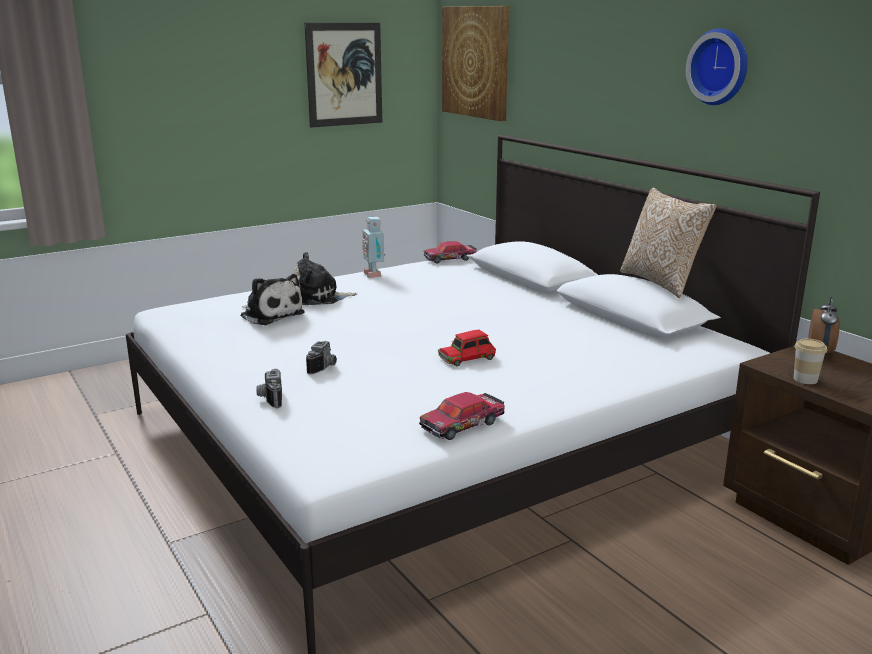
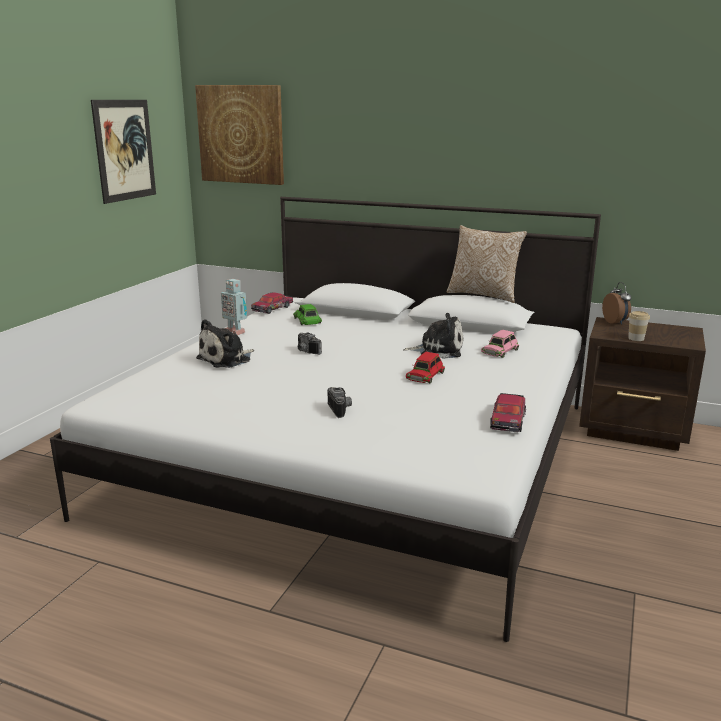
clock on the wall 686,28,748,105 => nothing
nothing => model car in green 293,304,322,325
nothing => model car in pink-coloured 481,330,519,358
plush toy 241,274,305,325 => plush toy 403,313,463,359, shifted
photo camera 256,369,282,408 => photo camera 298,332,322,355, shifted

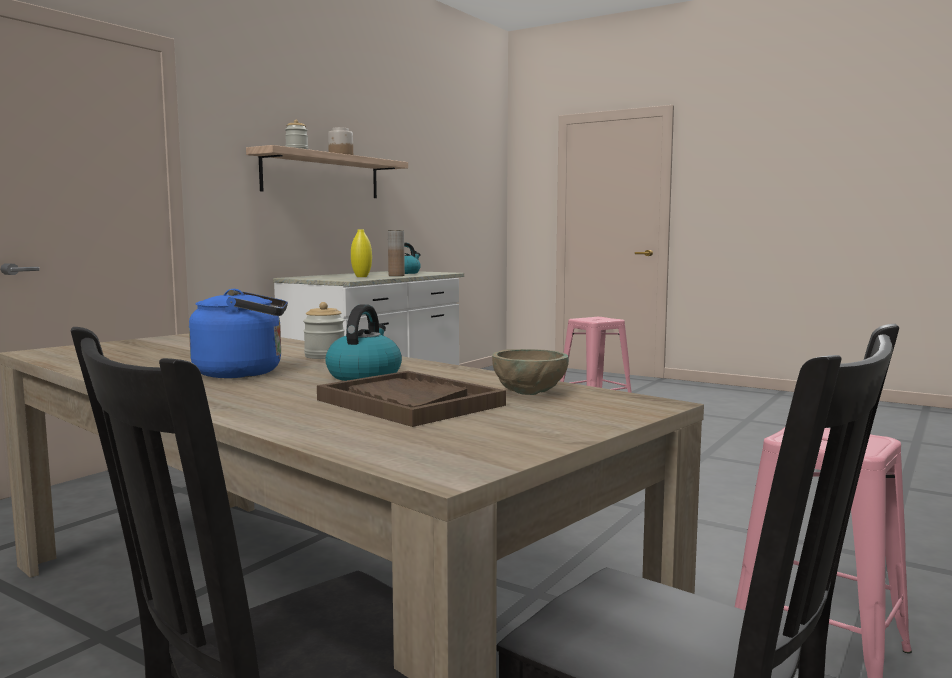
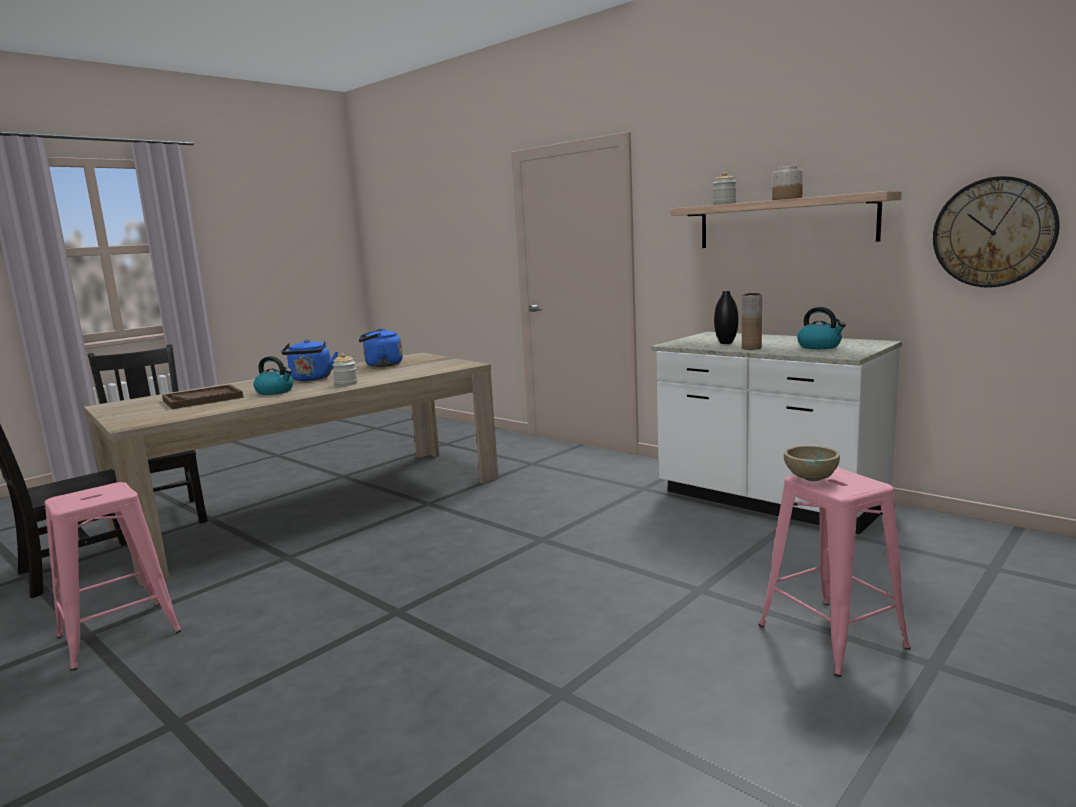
nothing => kettle in blue 359,328,403,367
nothing => clock on the wall 933,176,1060,288
serving bowl in beige 492,349,569,395 => serving bowl in beige 784,446,840,481, shifted
flower vase in yellow-coloured 351,229,372,277 => flower vase in black-coloured 714,291,738,344

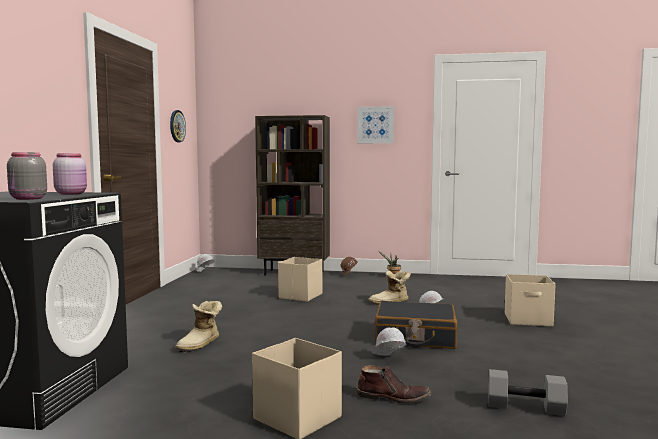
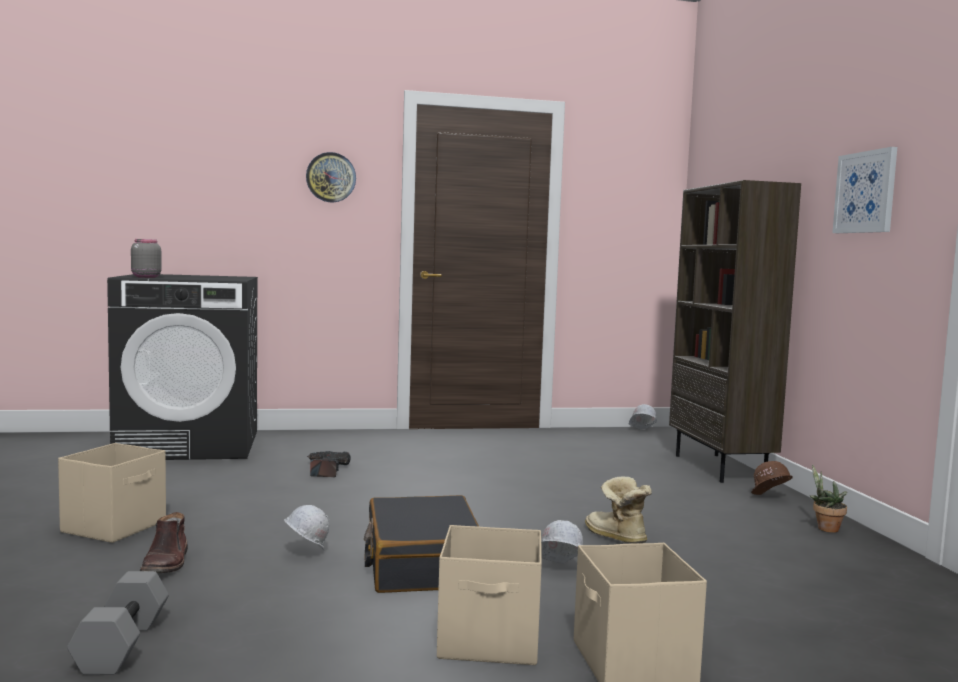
jar in pink-coloured 53,153,87,195 => nothing
clock on the wall 170,110,186,142 => clock on the wall 306,152,356,203, shifted
storage bin in beige 278,257,323,302 => storage bin in beige 437,525,542,665, shifted
high-top boot 175,301,222,353 => power drill 307,451,351,477

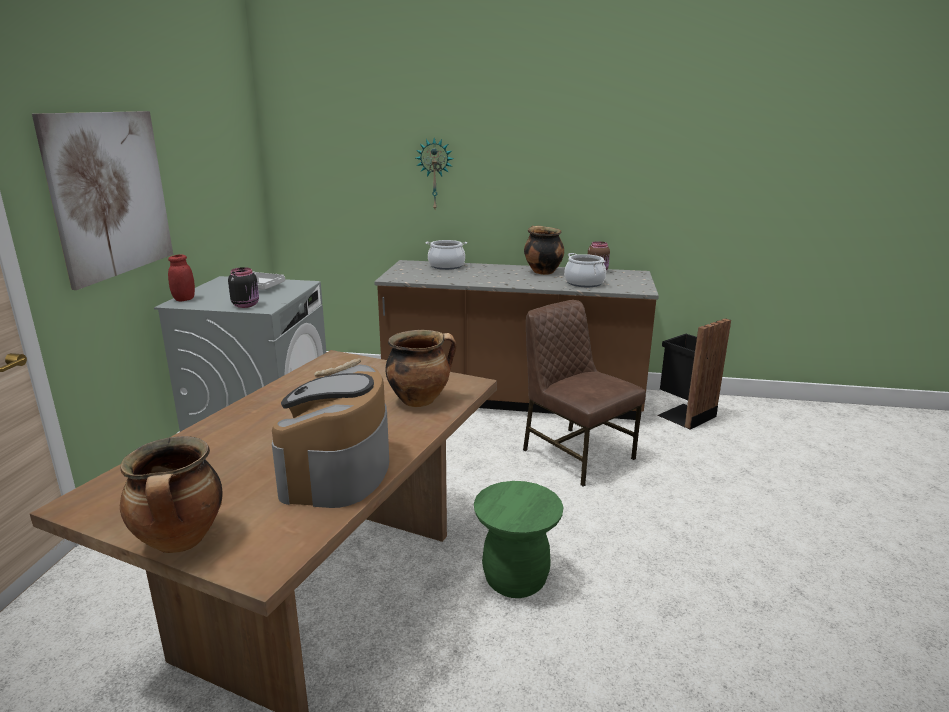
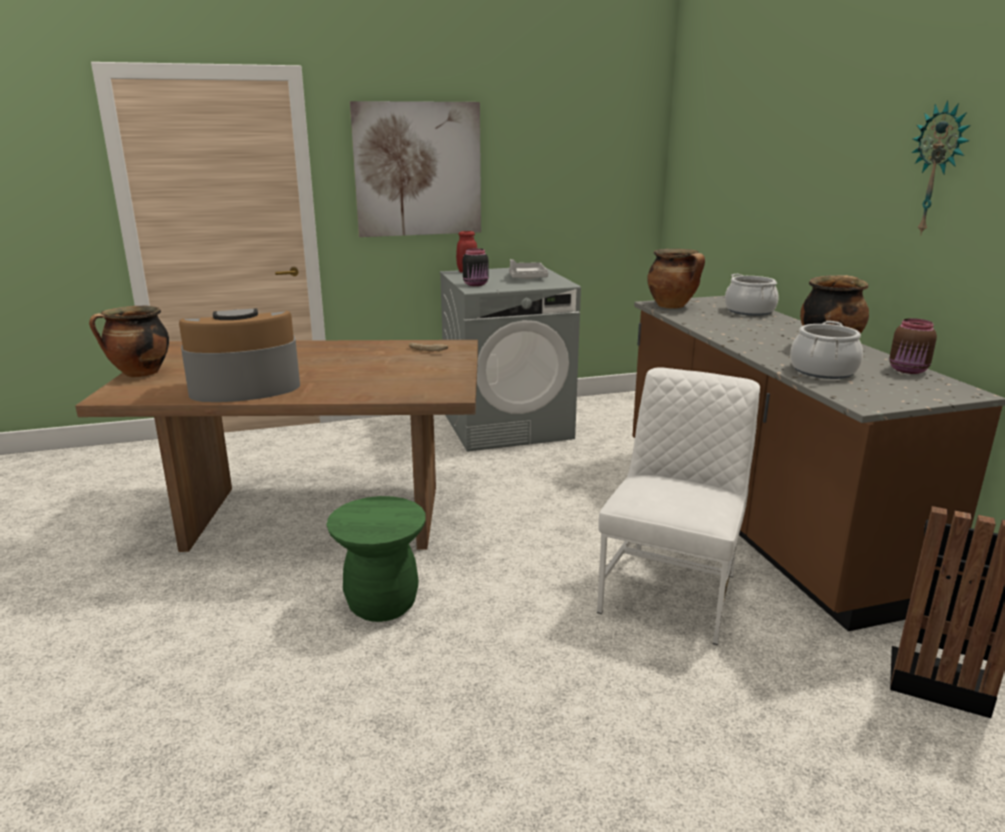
saucepot 385,330,456,407 => saucepot 647,249,705,309, shifted
clock on the wall 416,138,454,209 => clock on the wall 912,100,970,235, shifted
upright chair in brown-coloured 523,300,646,487 => upright chair in white-coloured 597,367,760,645

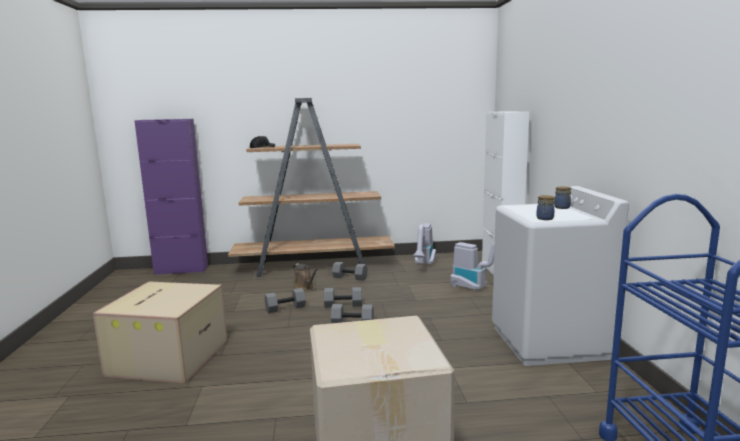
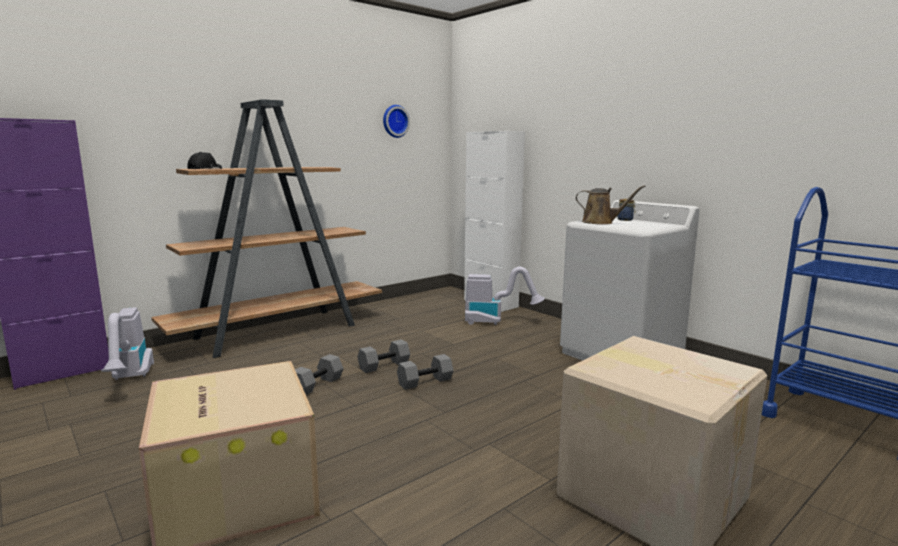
dumbbell in grey 332,262,367,281 => nothing
jar 536,195,555,220 => nothing
nothing => clock on the wall 383,105,410,138
watering can in brown-coloured 293,263,318,291 => watering can in brown-coloured 576,185,645,225, shifted
vacuum cleaner 413,223,436,265 => vacuum cleaner 101,307,154,380, shifted

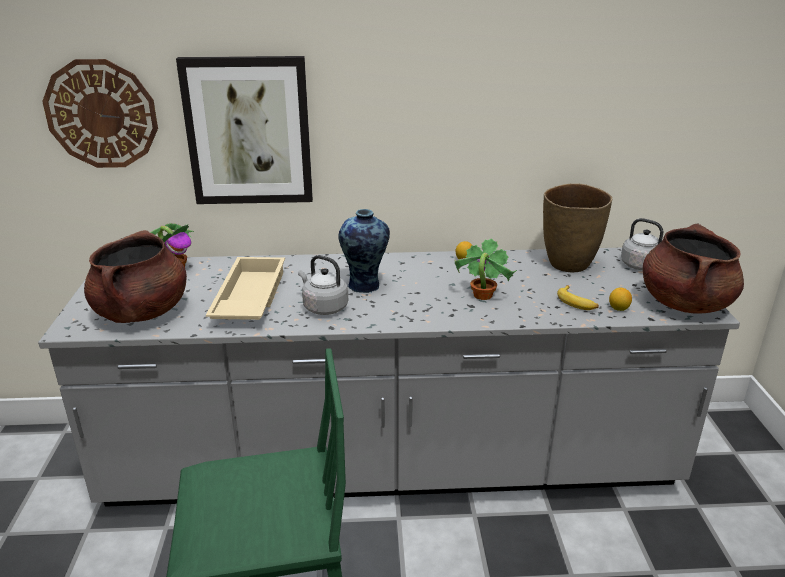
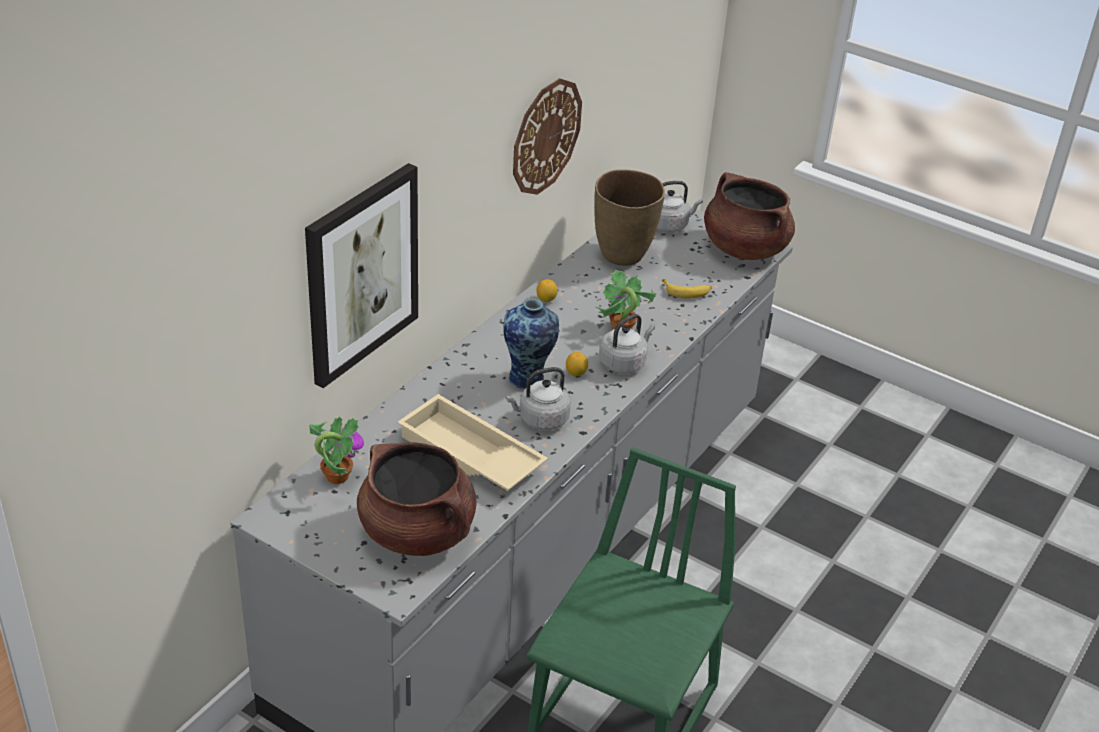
nothing => kettle in grey 599,314,655,374
clock on the wall 42,59,158,168 => clock on the wall 513,78,582,195, shifted
lemon 609,288,632,311 => lemon 566,352,588,377, shifted

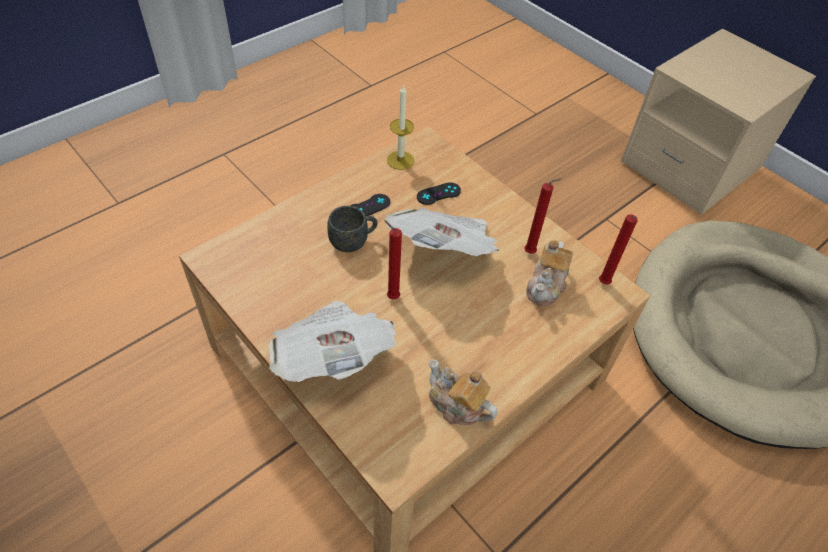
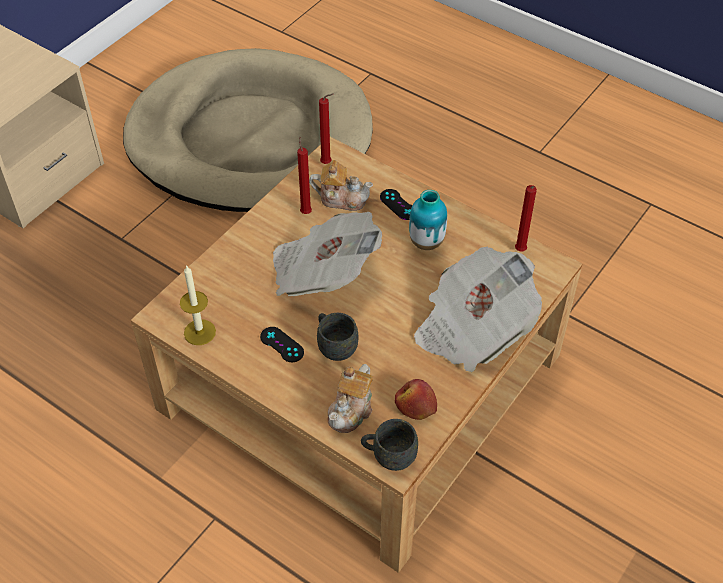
nothing => tea mug in grey 361,419,418,471
nothing => apple fruit 395,379,437,420
nothing => flower vase 409,190,447,250
candle in reddish 384,220,402,300 => candle in reddish 515,185,537,251, shifted
game controller in black-coloured 417,182,461,205 => game controller in black-coloured 380,189,412,220, shifted
teapot 429,359,497,425 => teapot 327,364,373,433, shifted

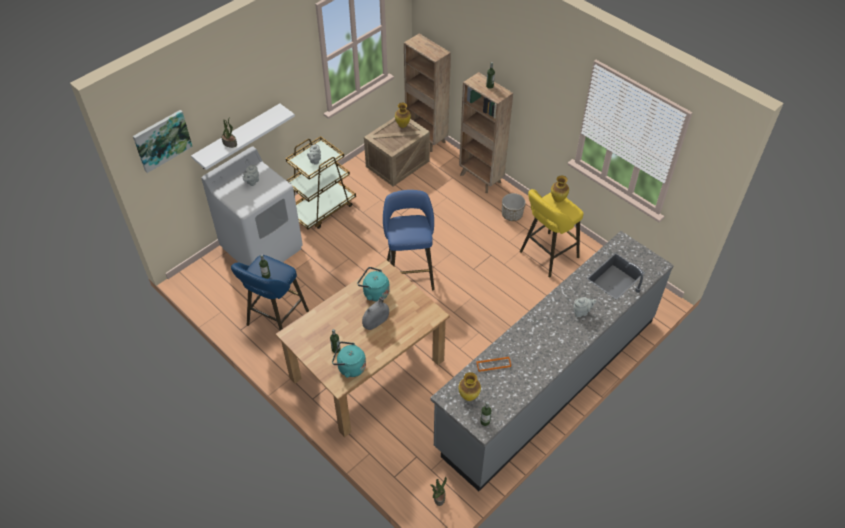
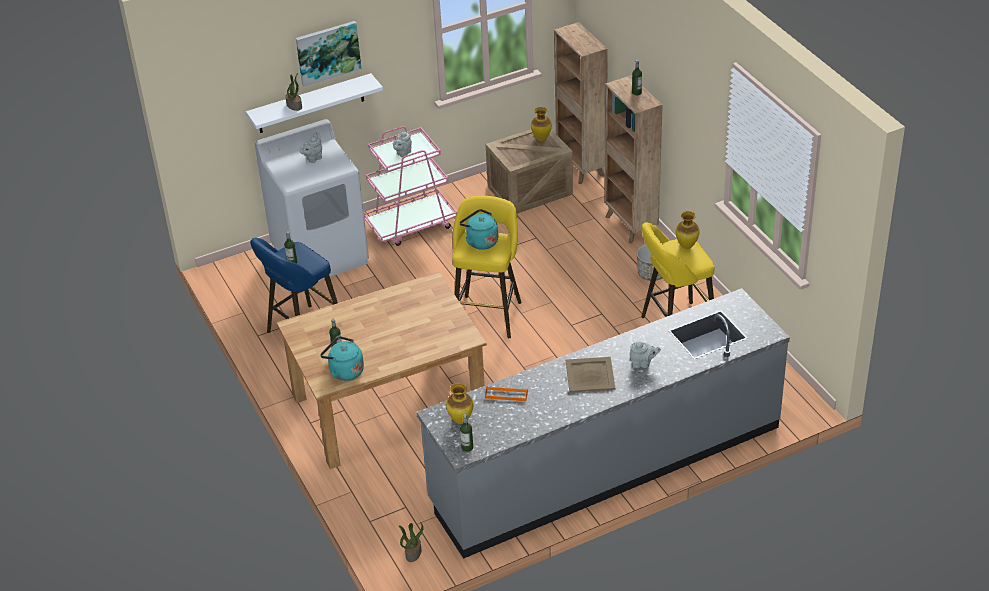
flower vase in grey 362,297,389,330 => nothing
nothing => carrying tray in beige 566,357,615,393
wall picture 133,110,193,173 => wall picture 296,21,361,86, shifted
kettle in turquoise-coloured 357,267,390,301 => kettle in turquoise-coloured 460,209,498,250, shifted
cart in brown-coloured 286,136,356,229 => cart in pink-coloured 364,126,457,246
stool in blue 383,190,435,290 => stool in yellow-coloured 452,196,522,338

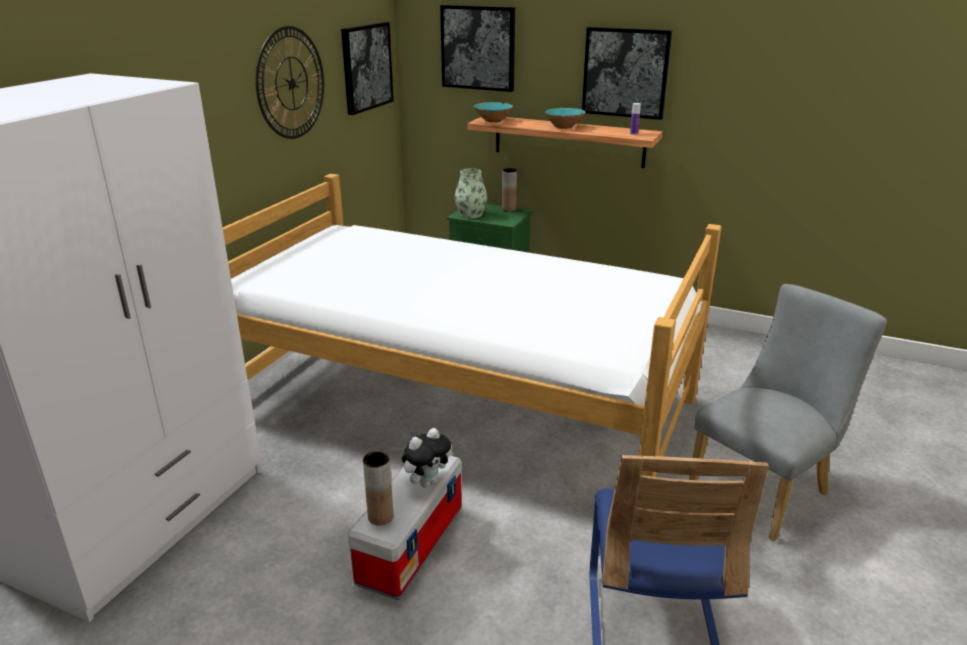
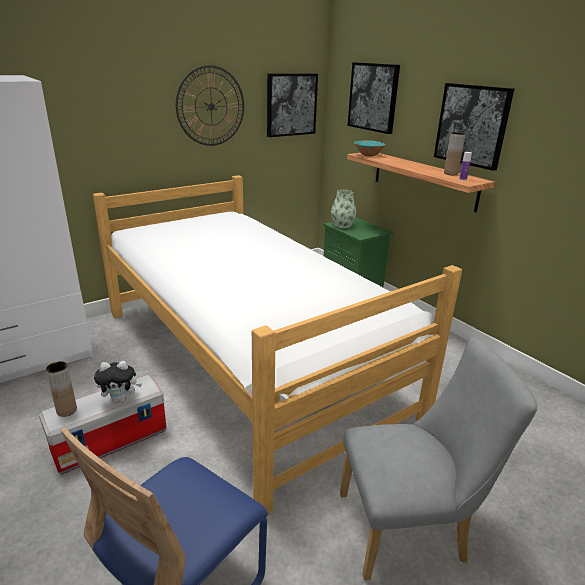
serving bowl in turquoise-coloured 545,108,586,129 => nothing
flower vase in brown-coloured 502,168,517,212 => flower vase in brown-coloured 444,132,466,175, shifted

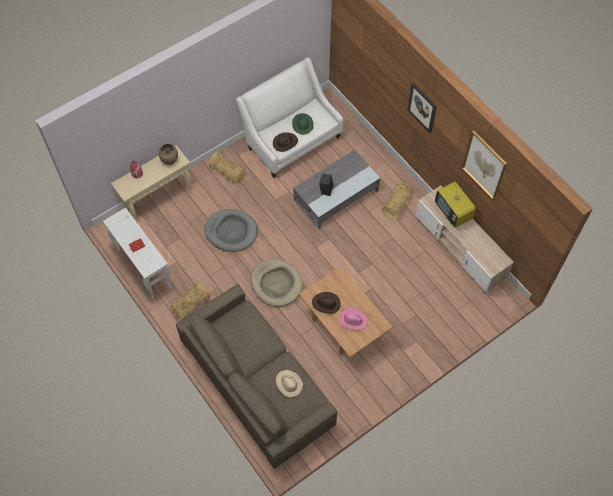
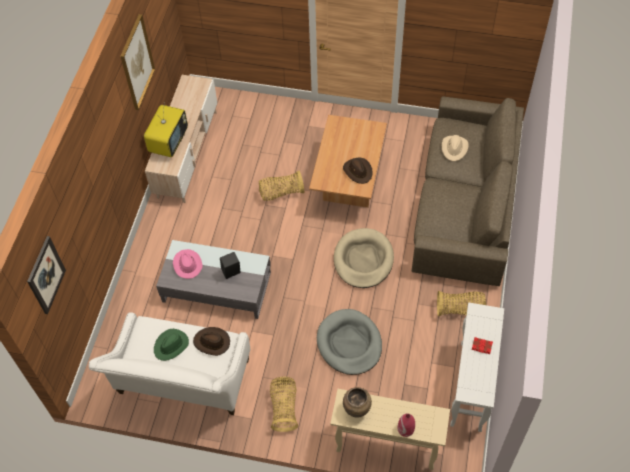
wearable hat in pink-coloured 339,307,368,330 => wearable hat in pink-coloured 173,249,203,279, shifted
household basket 382,182,413,219 => household basket 259,171,304,201, shifted
wall picture 407,83,437,133 => wall picture 27,236,66,314, shifted

